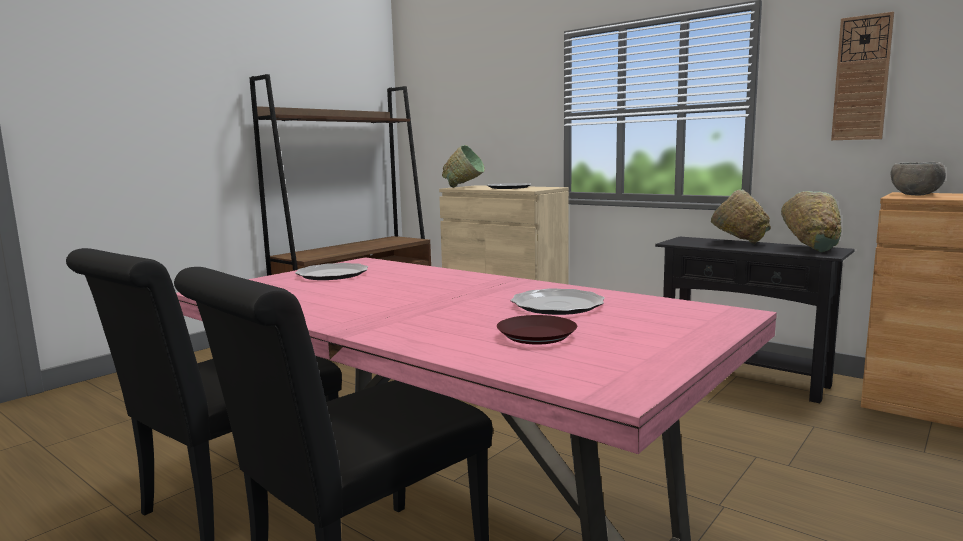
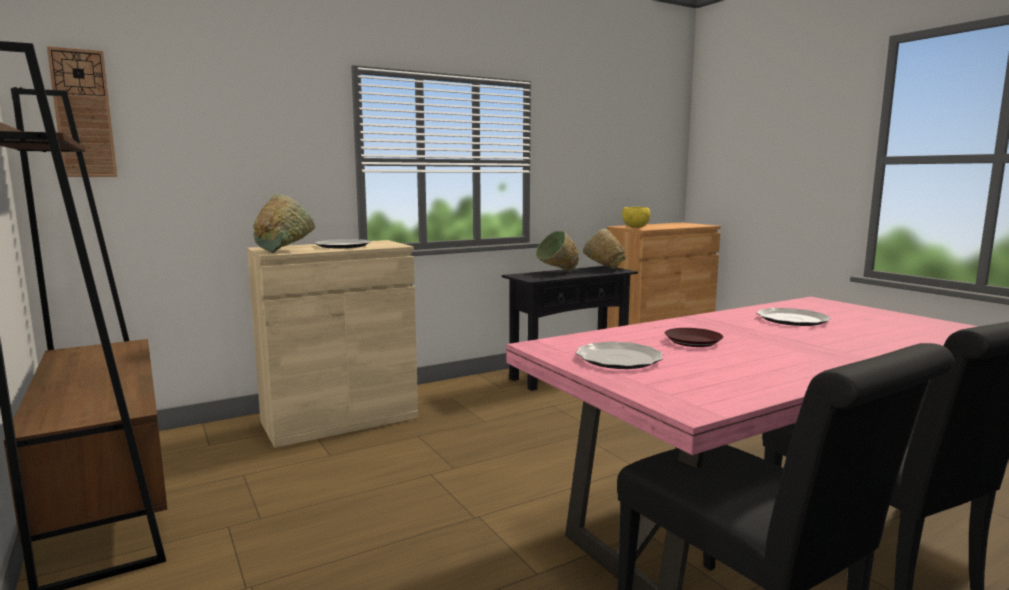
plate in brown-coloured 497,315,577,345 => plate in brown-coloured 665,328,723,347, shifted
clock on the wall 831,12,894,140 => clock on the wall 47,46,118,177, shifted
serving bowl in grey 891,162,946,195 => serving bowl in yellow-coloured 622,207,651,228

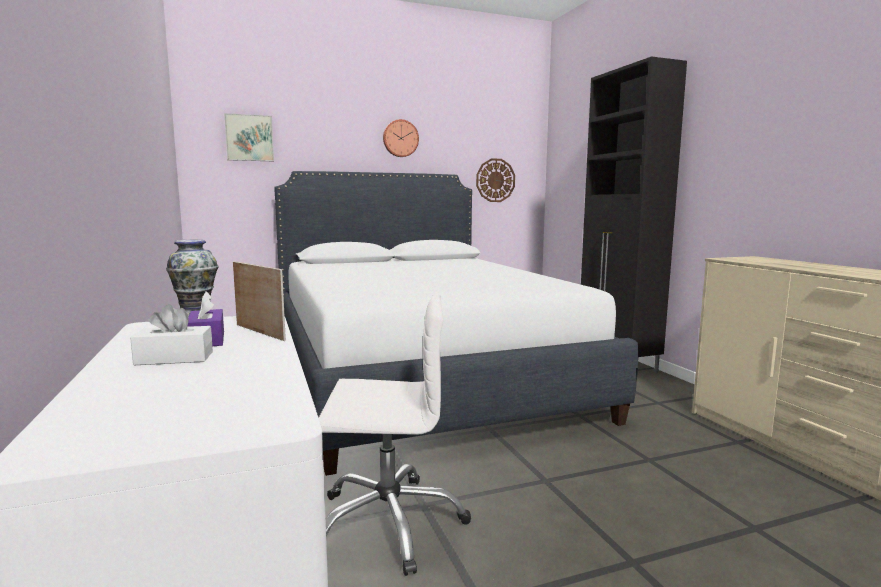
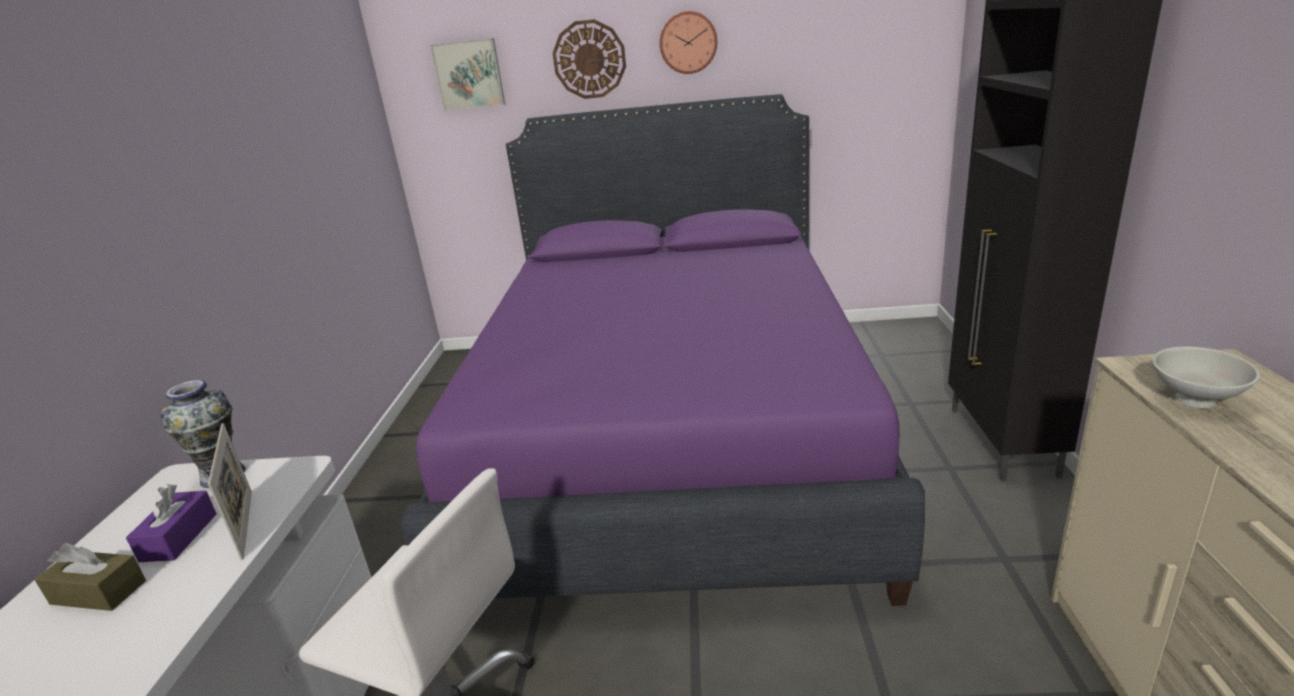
nothing => serving bowl in white-coloured 1152,347,1260,408
clock on the wall 476,158,515,202 => clock on the wall 552,19,626,99, shifted
tissue box in white-coloured 130,304,213,365 => tissue box in brown-coloured 35,543,146,611
bedroom bed in white-coloured 274,171,638,476 => bedroom bed in purple 401,94,925,606

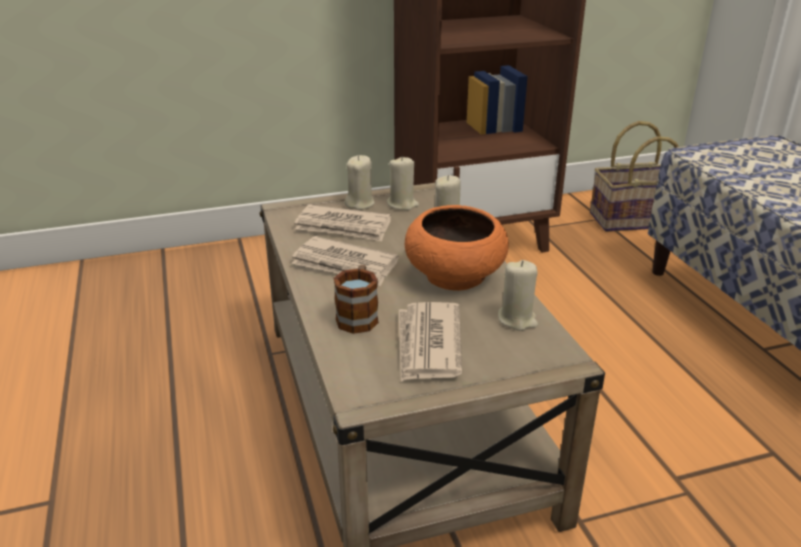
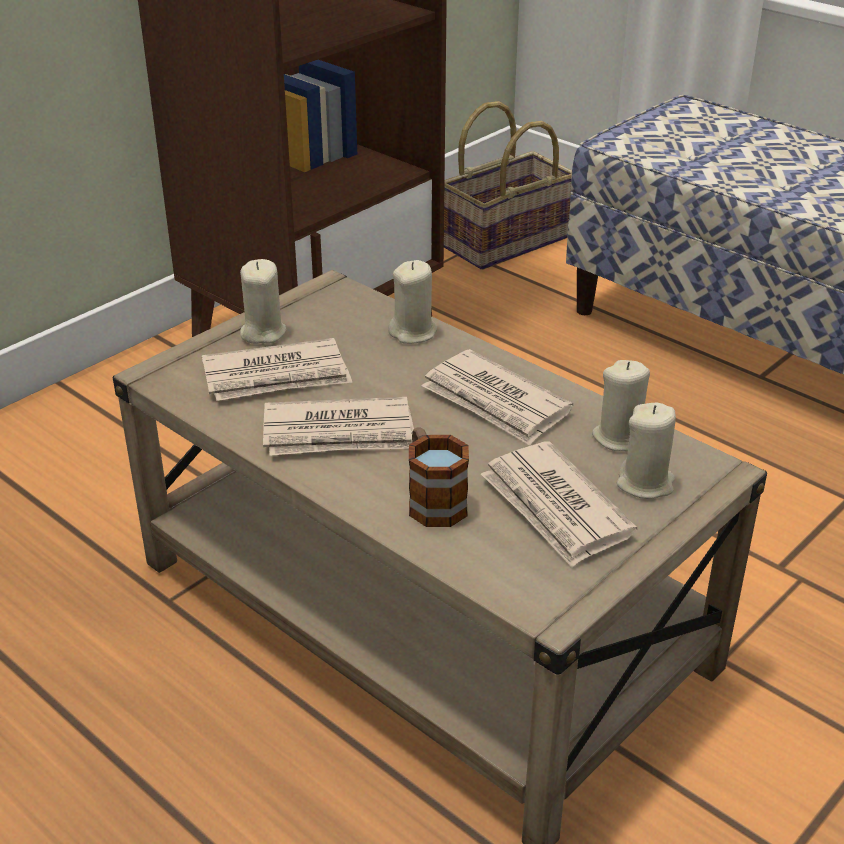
candle in beige 387,156,419,210 => candle in beige 617,403,676,499, shifted
serving bowl in orange 404,205,509,291 => daily paper 422,349,573,446

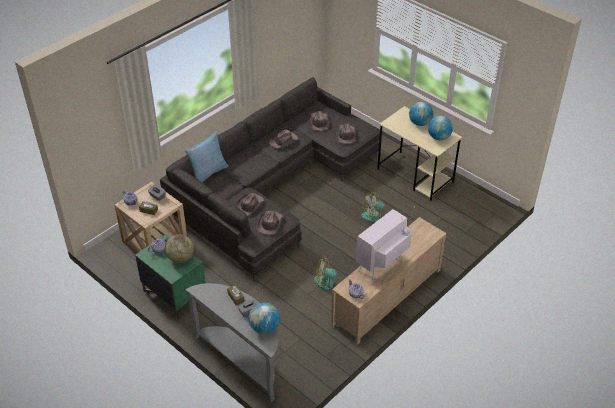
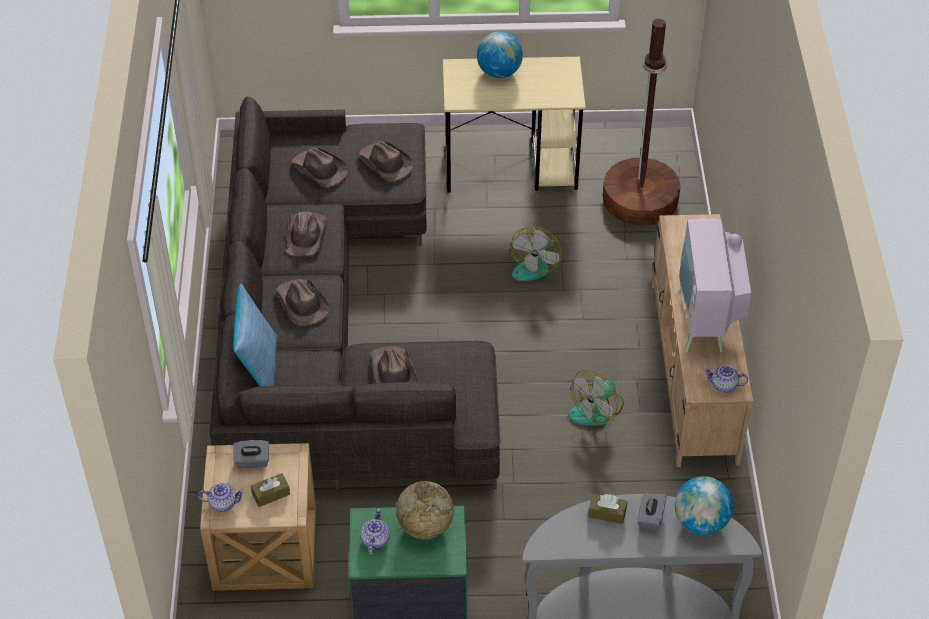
desk globe 428,116,453,140 => nothing
nothing => floor lamp in brown-coloured 603,15,680,225
wearable hat in brown-coloured 257,211,283,235 => wearable hat in brown-coloured 276,279,330,326, shifted

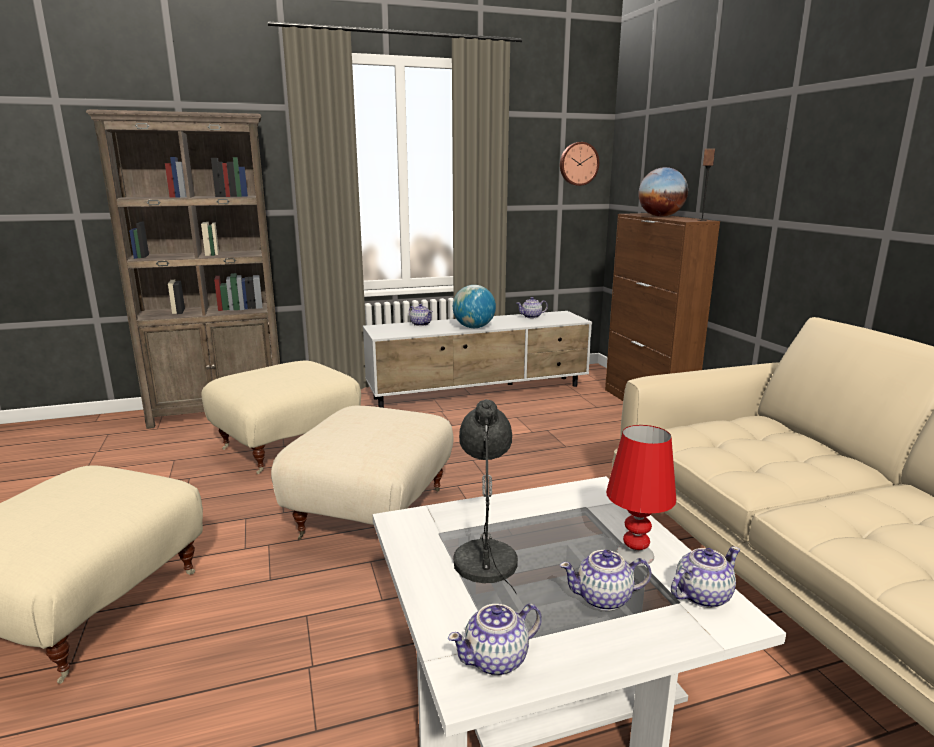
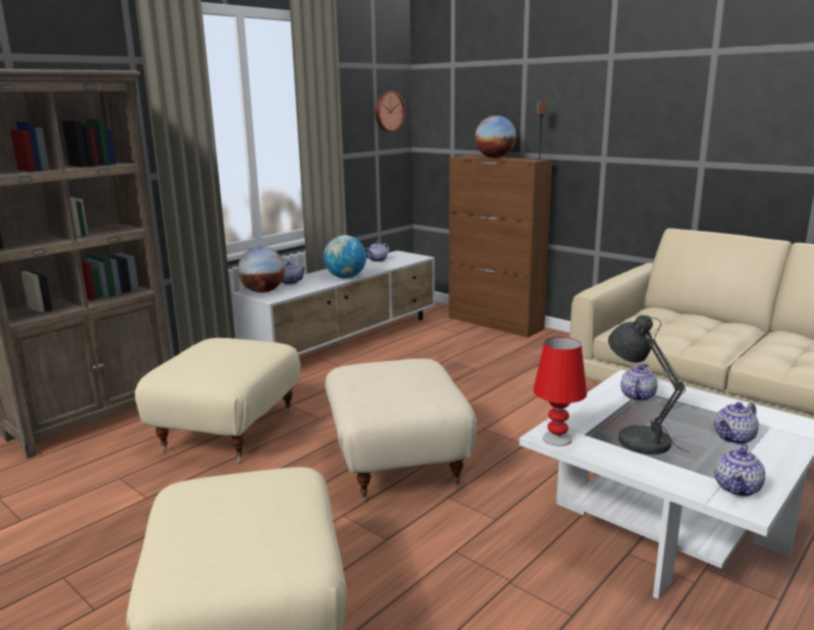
nothing => desk globe 238,246,285,293
table lamp in reddish 606,425,677,566 => table lamp in reddish 533,337,587,446, shifted
teapot 671,547,740,608 => teapot 621,363,658,401, shifted

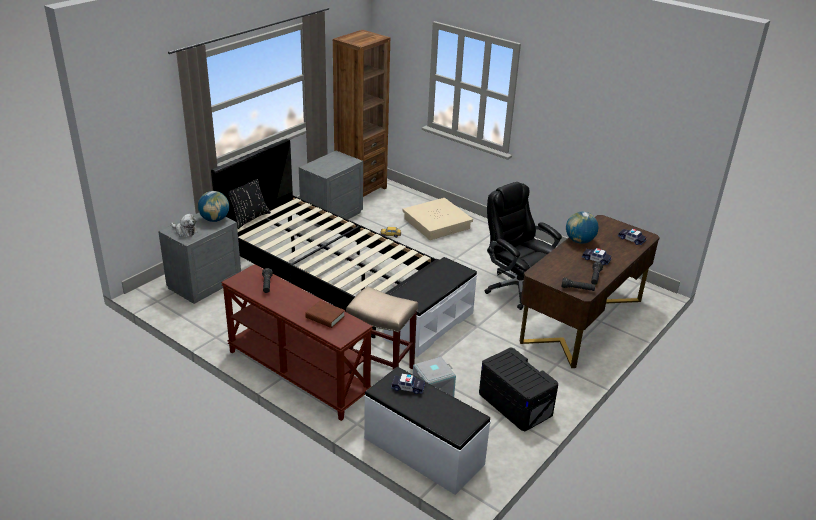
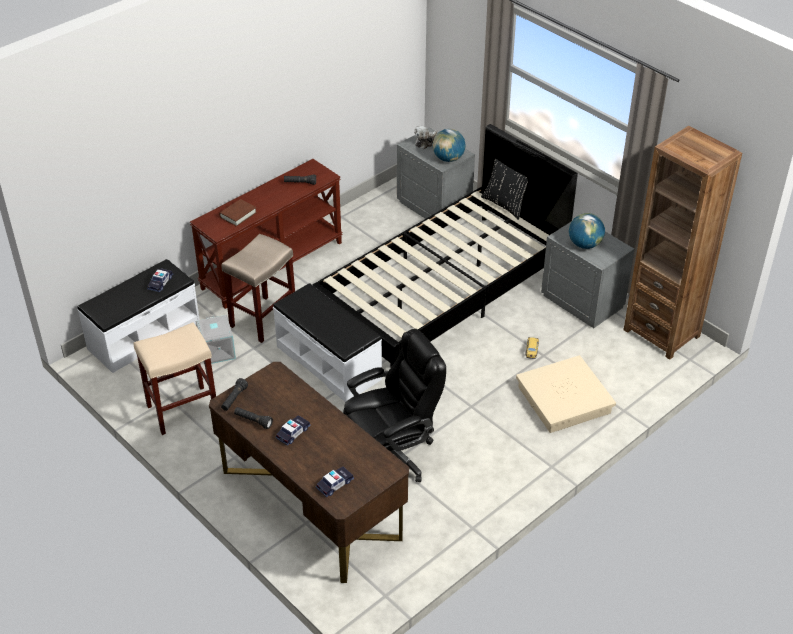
desk globe 566,212,599,244 => desk globe 569,213,605,249, shifted
storage bin in black-coloured 479,347,558,431 => stool in beige 134,322,216,435

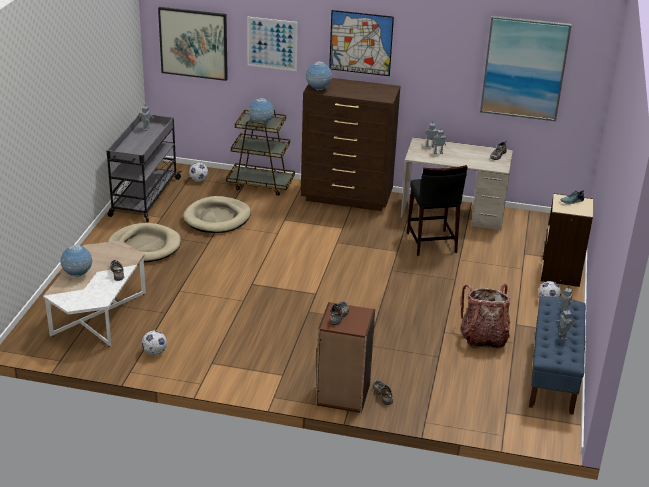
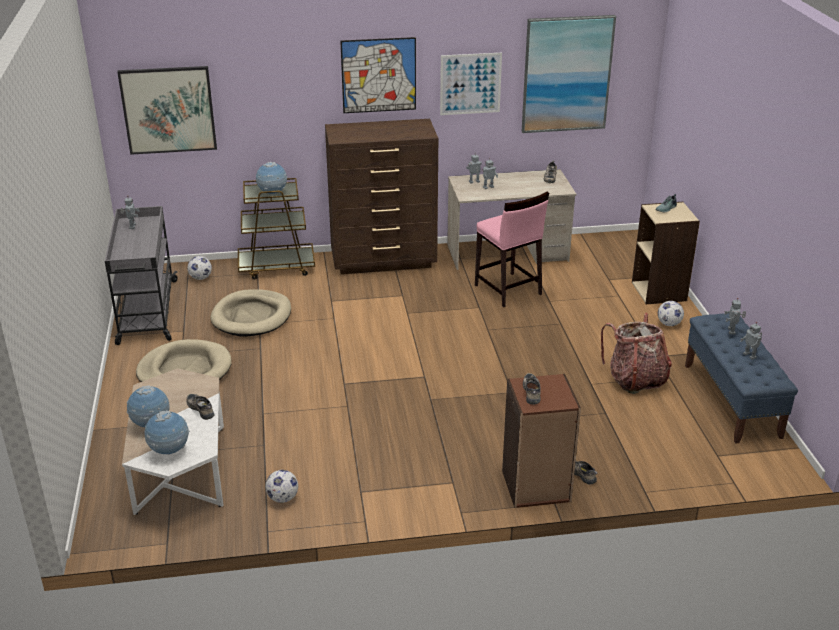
wall picture 247,17,298,71 => wall picture 440,53,502,115, shifted
desk globe 306,62,333,90 => desk globe 145,410,190,454, shifted
stool in black-coloured 407,165,468,256 => stool in pink-coloured 475,191,549,307

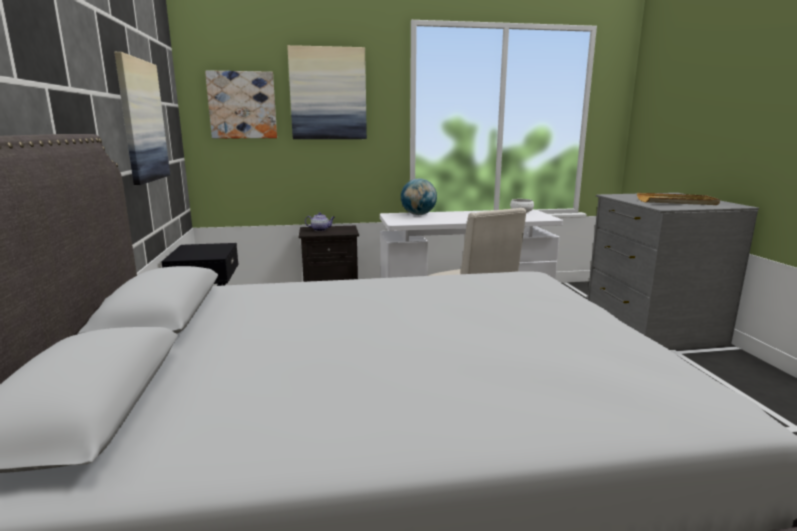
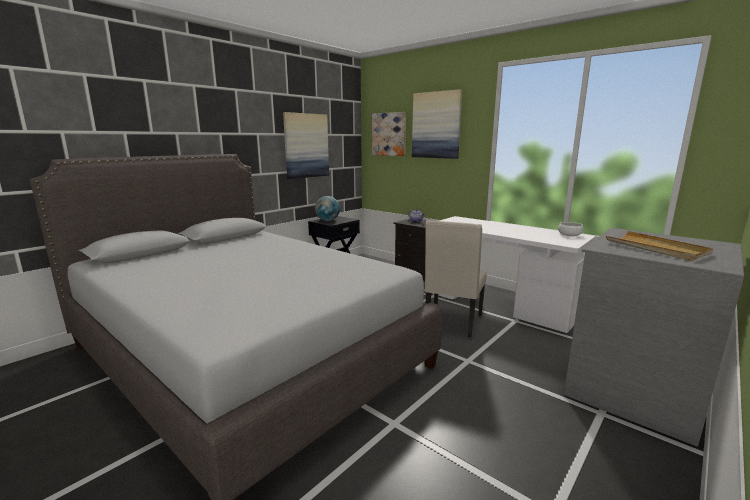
desk globe 401,178,437,215 => desk globe 315,196,340,221, shifted

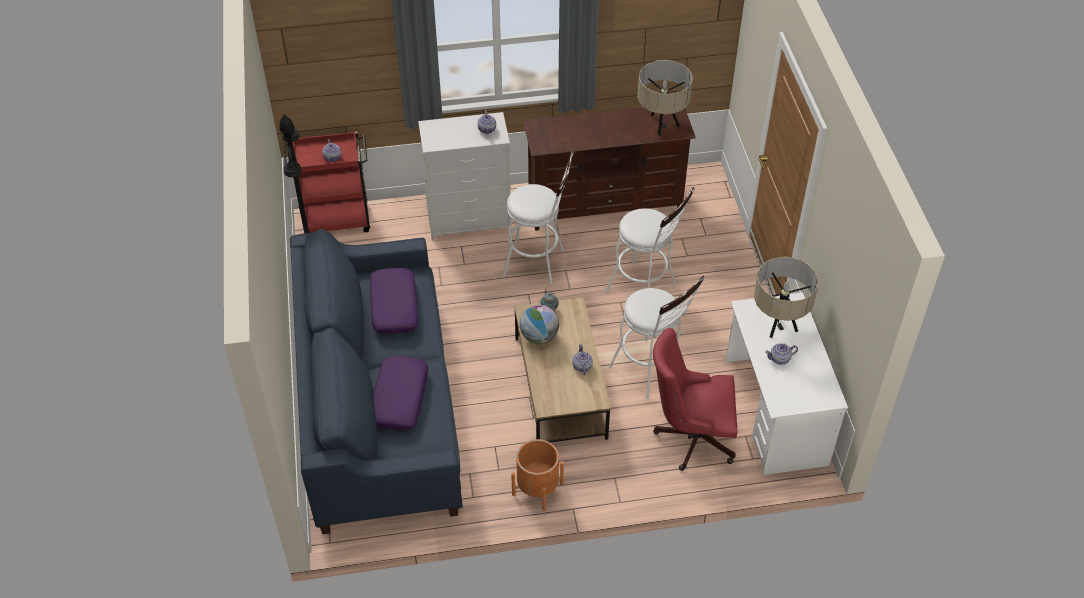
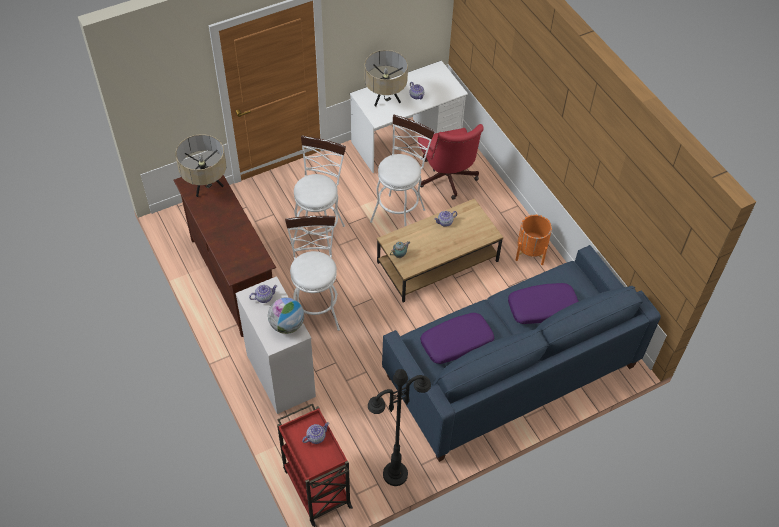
desk globe 520,305,559,344 => desk globe 268,297,304,334, shifted

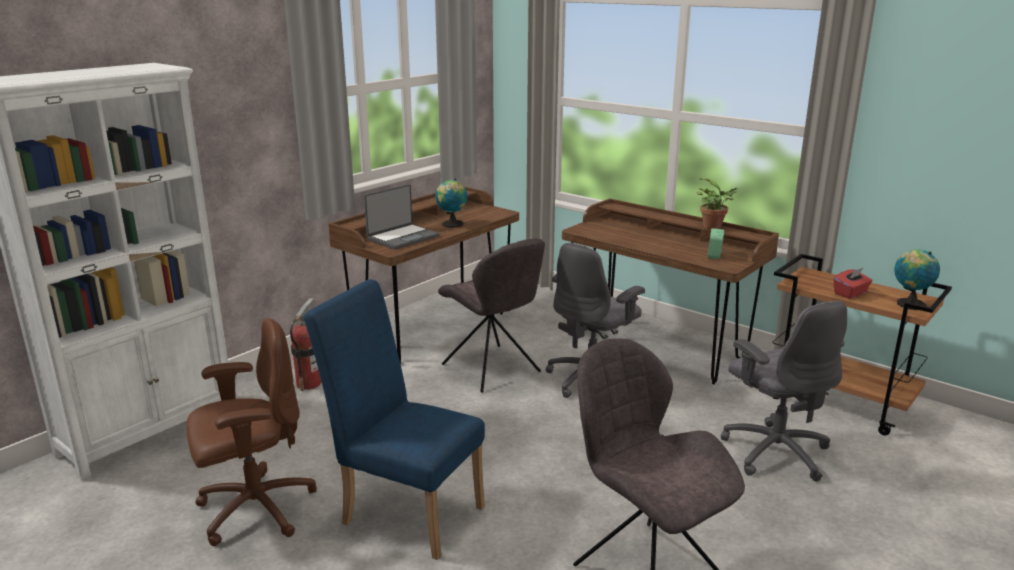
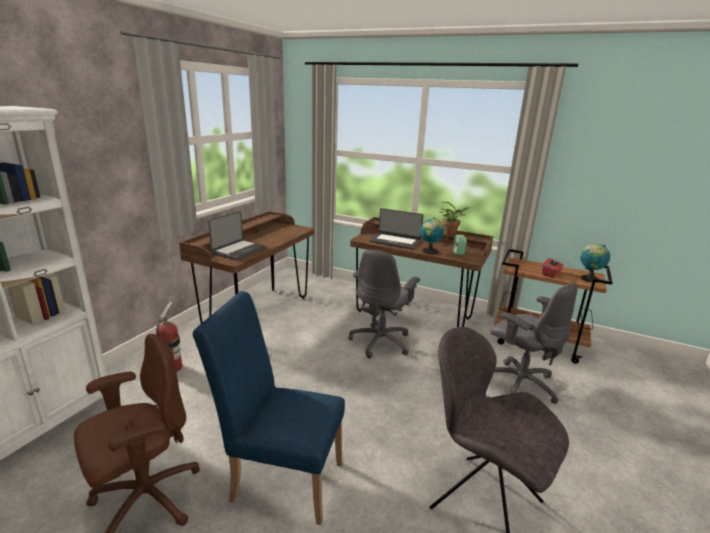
upright chair in grey 438,238,545,393 => nothing
nothing => laptop 369,208,423,249
desk globe 435,179,467,228 => desk globe 420,217,444,254, shifted

